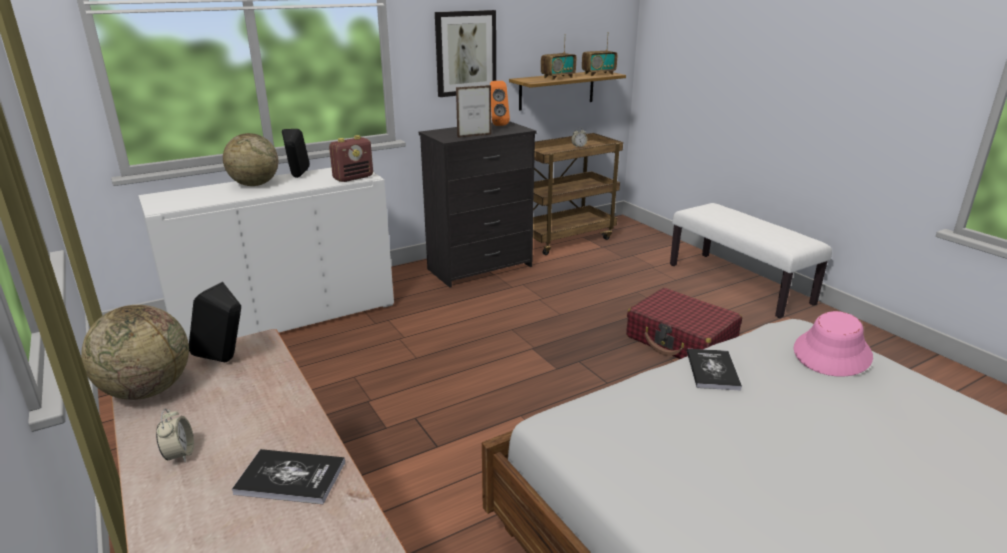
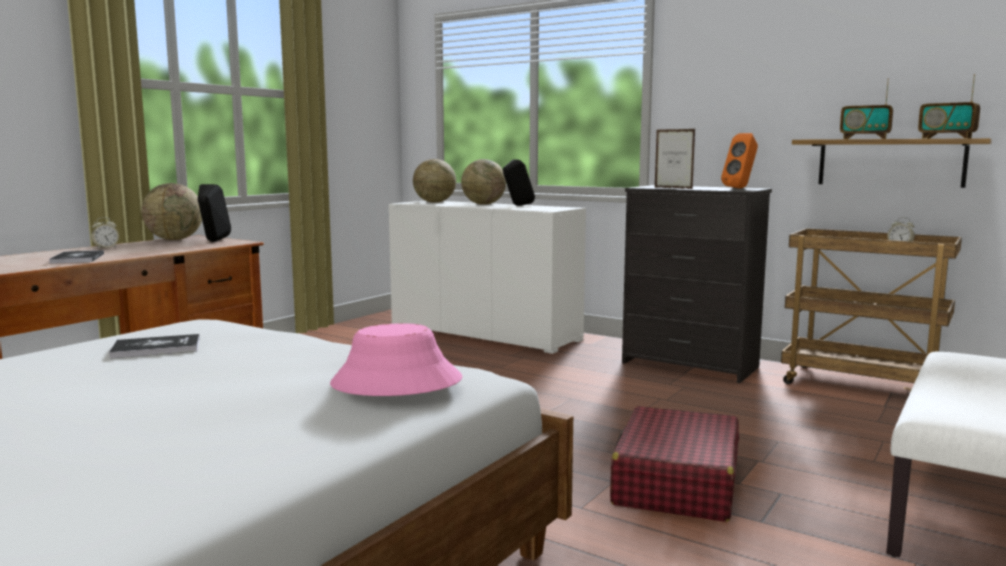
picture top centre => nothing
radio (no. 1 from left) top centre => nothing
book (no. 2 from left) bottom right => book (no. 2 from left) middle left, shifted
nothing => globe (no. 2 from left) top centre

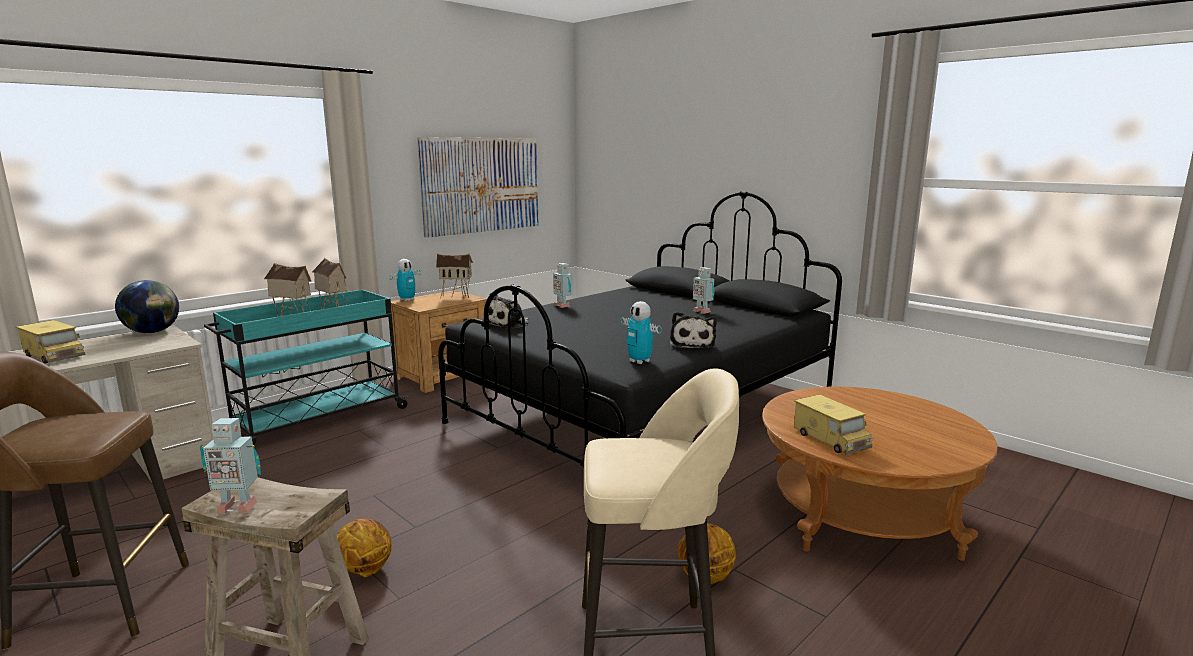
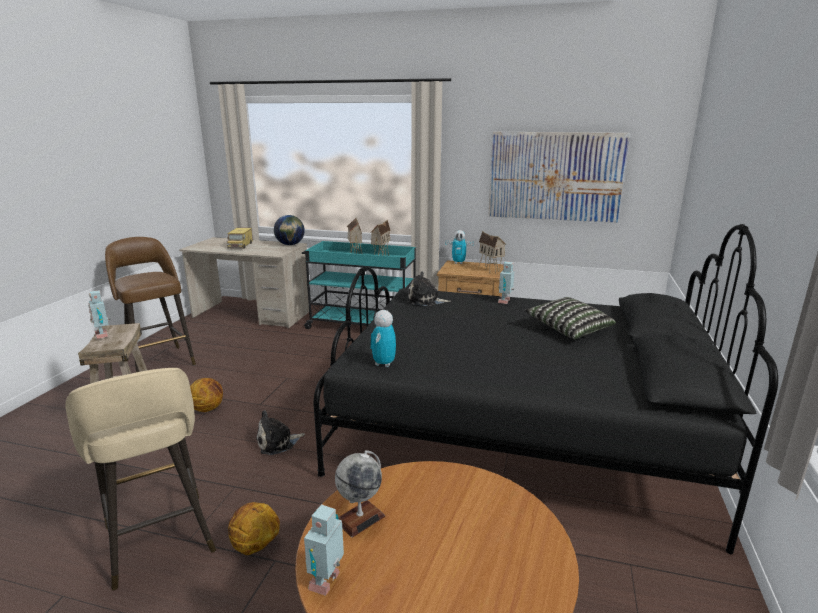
toy_robot (no. 5 from left in the first image) centre => toy_robot (no. 2 from left) bottom centre, shifted
plush_toy (no. 2 from left in the first image) centre => plush_toy (no. 1 from left) bottom centre, shifted
toy_truck (no. 2 from left) middle right => globe (no. 2 from left) bottom centre
nothing => pillow middle right

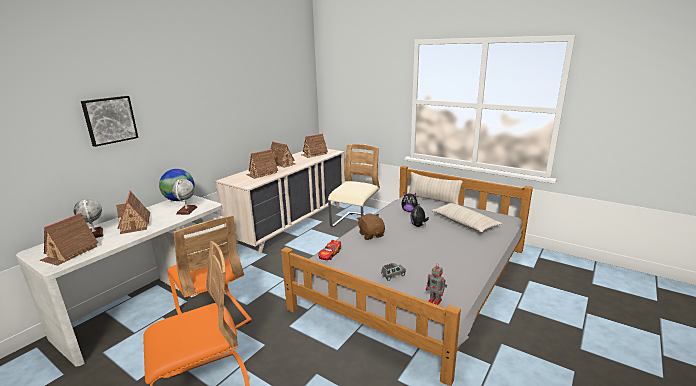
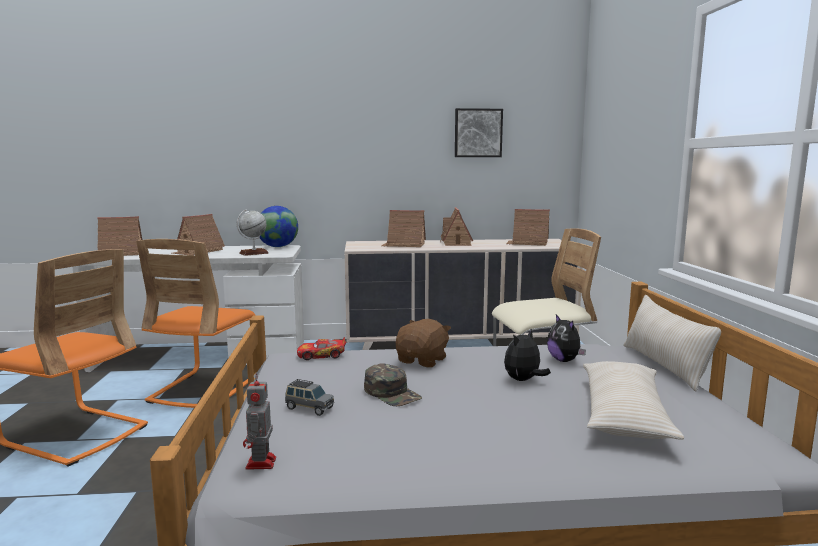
picture top left => picture top centre, shifted
globe (no. 1 from left) middle left => nothing
nothing => green_cap bottom centre

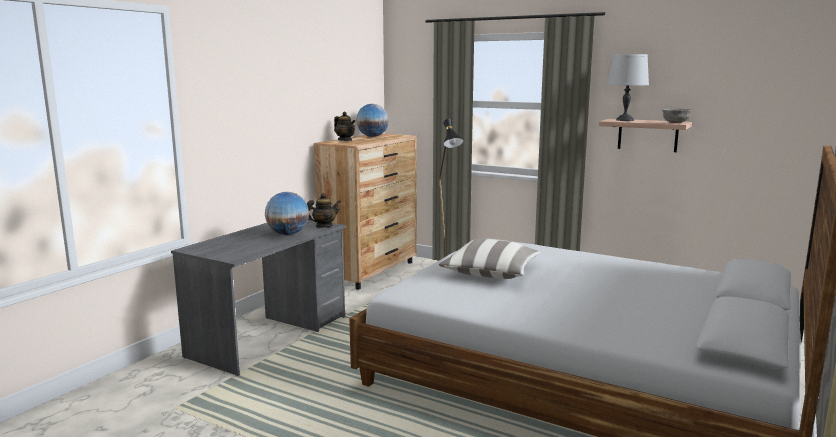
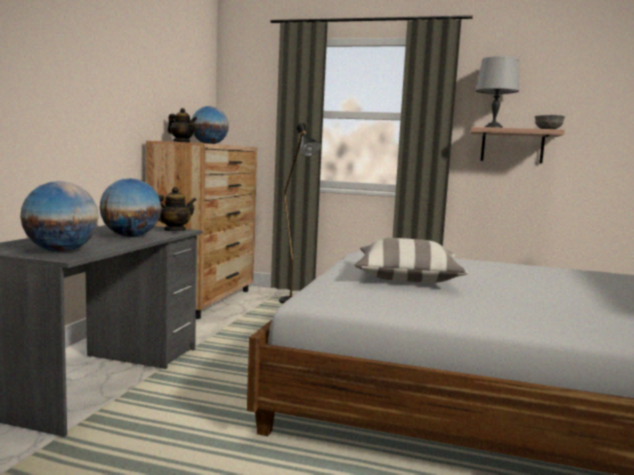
nothing => globe (no. 1 from left) middle left

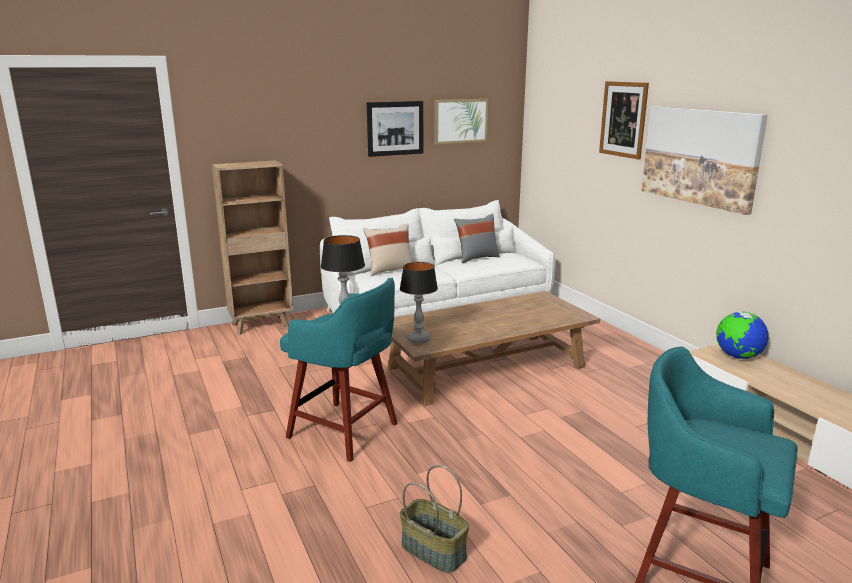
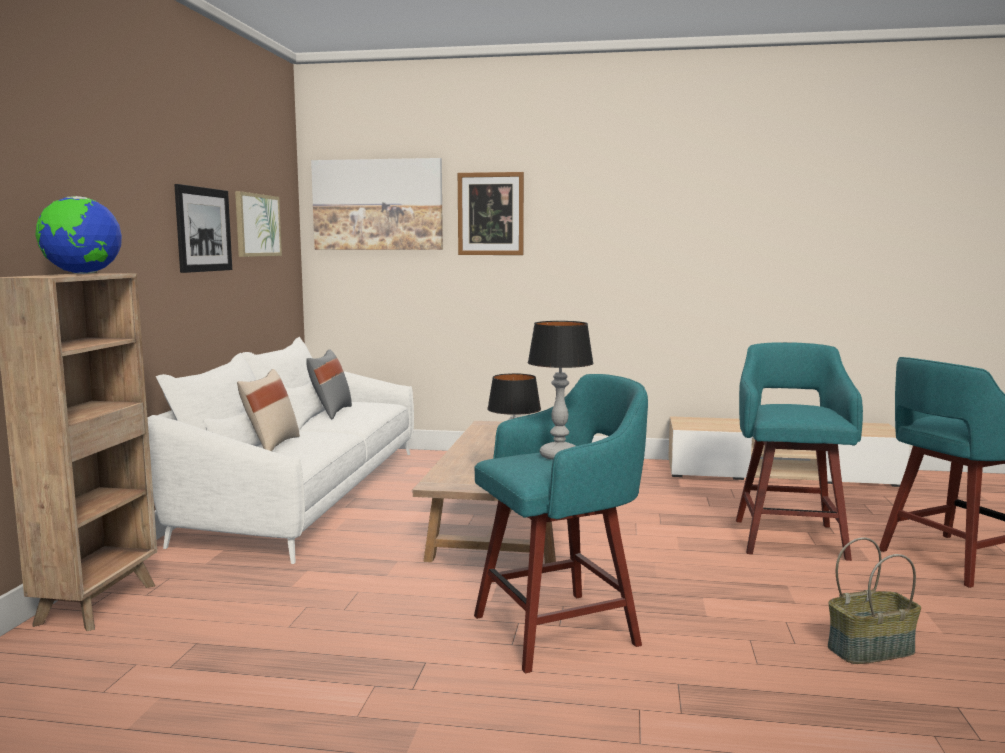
picture (no. 4 from left in the first image) top right => picture (no. 3 from left) top centre, shifted
globe middle right => globe top left, shifted
nothing => turquoise_stool (no. 2 from left) middle right

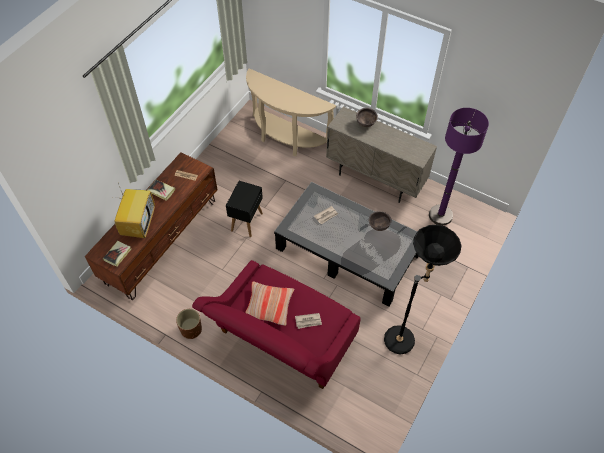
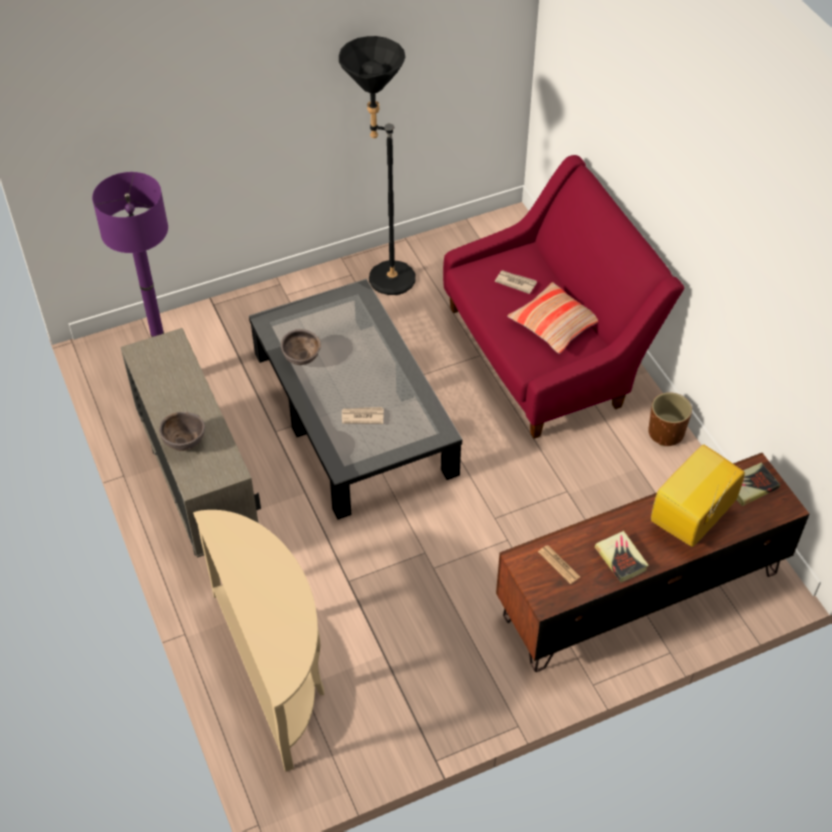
black_side_table centre => nothing

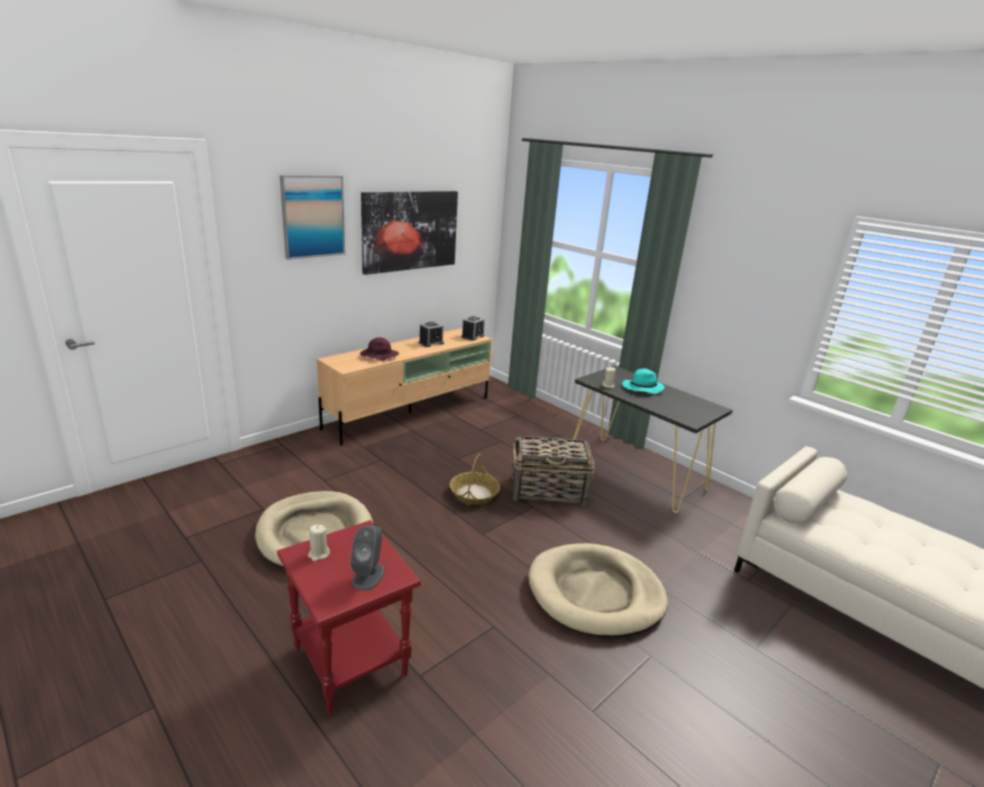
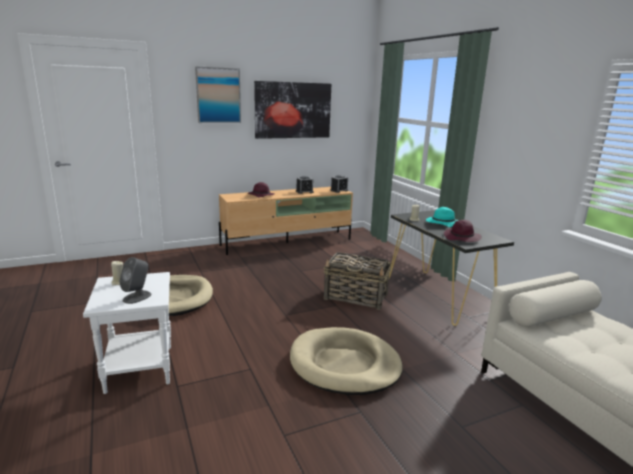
basket (no. 1 from left) centre => nothing
red_side_table bottom centre => white_side_table bottom left
nothing => purple_hat (no. 2 from left) middle right

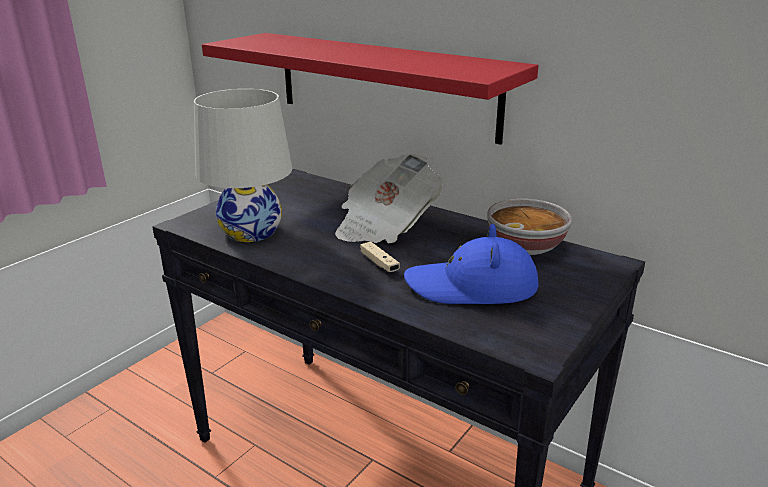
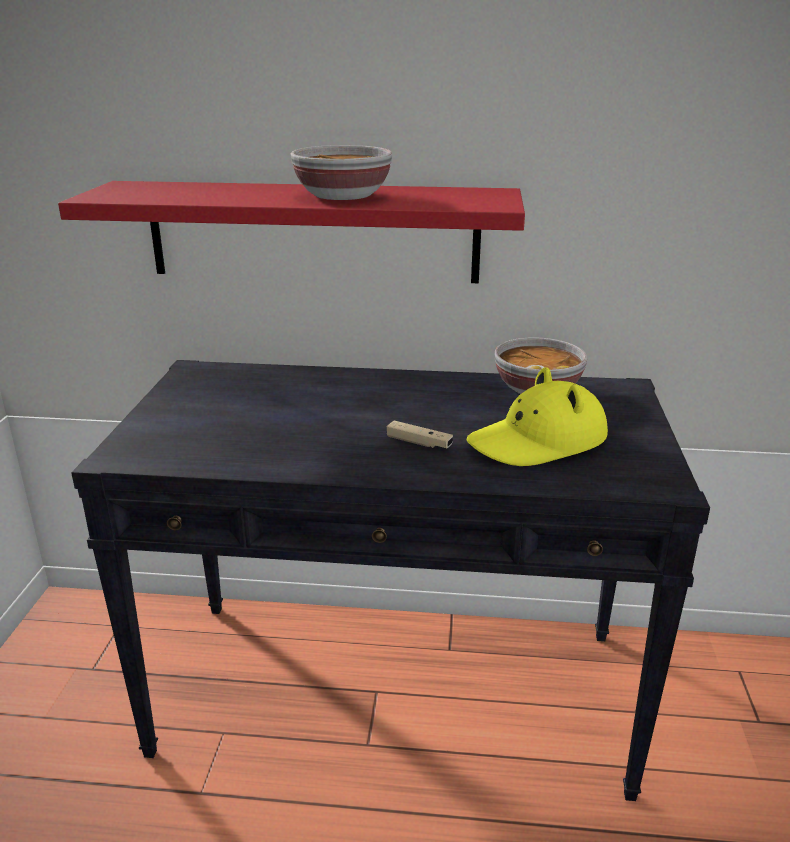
white_table_lamp middle left => nothing
newspaper centre => nothing
blue_hat centre => yellow_hat middle right
nothing => bowl (no. 1 from left) top centre

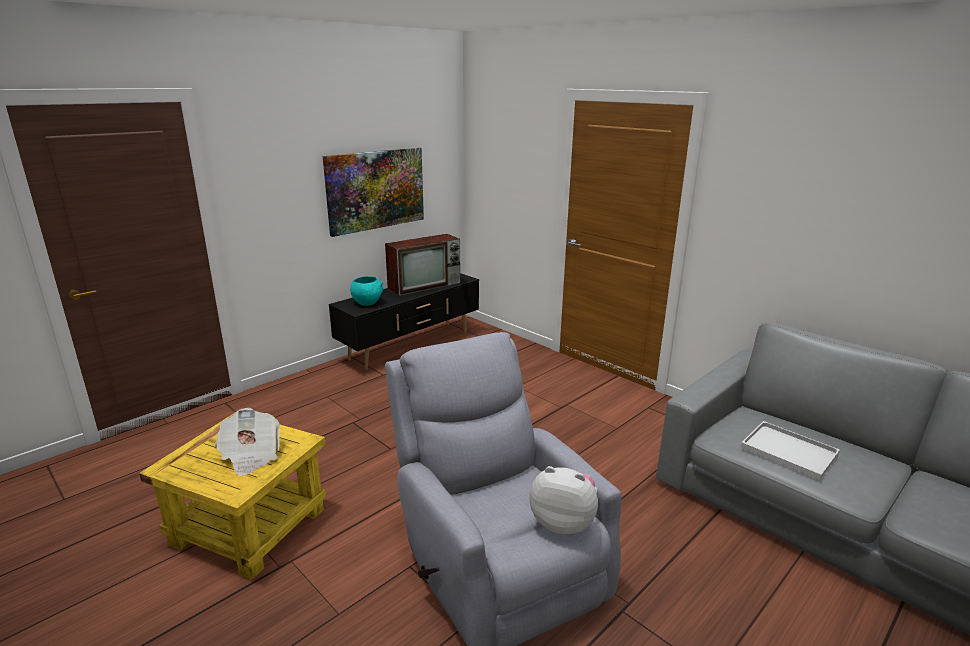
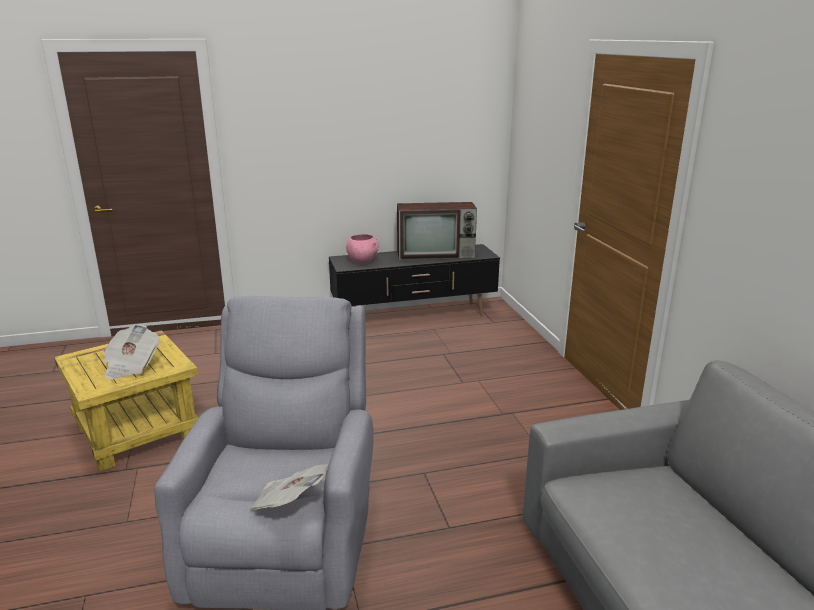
picture top centre => nothing
turquoise_bowl centre => pink_bowl centre
white_tray bottom right => nothing
plush_toy bottom centre => newspaper (no. 2 from left) bottom centre

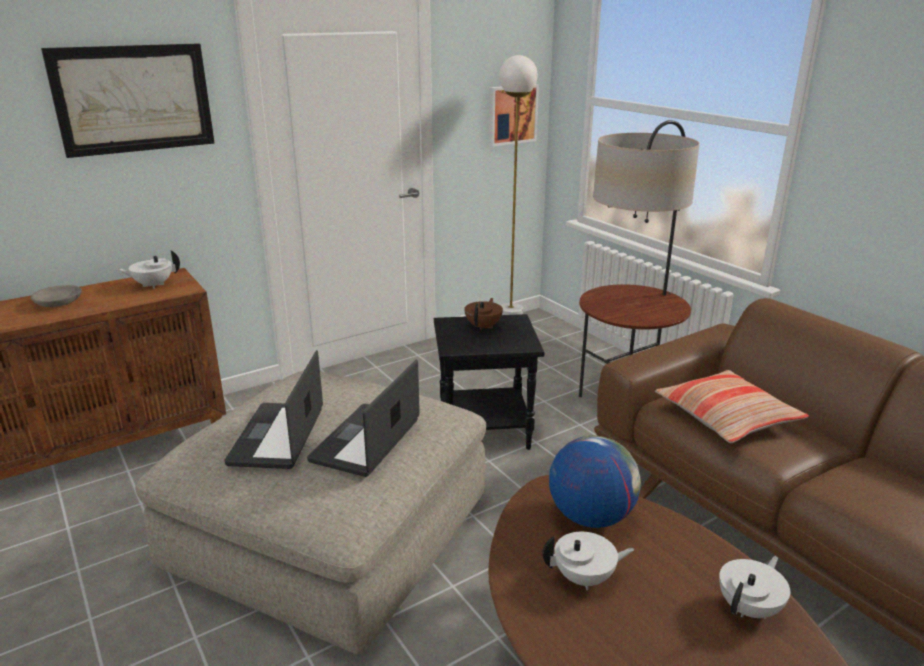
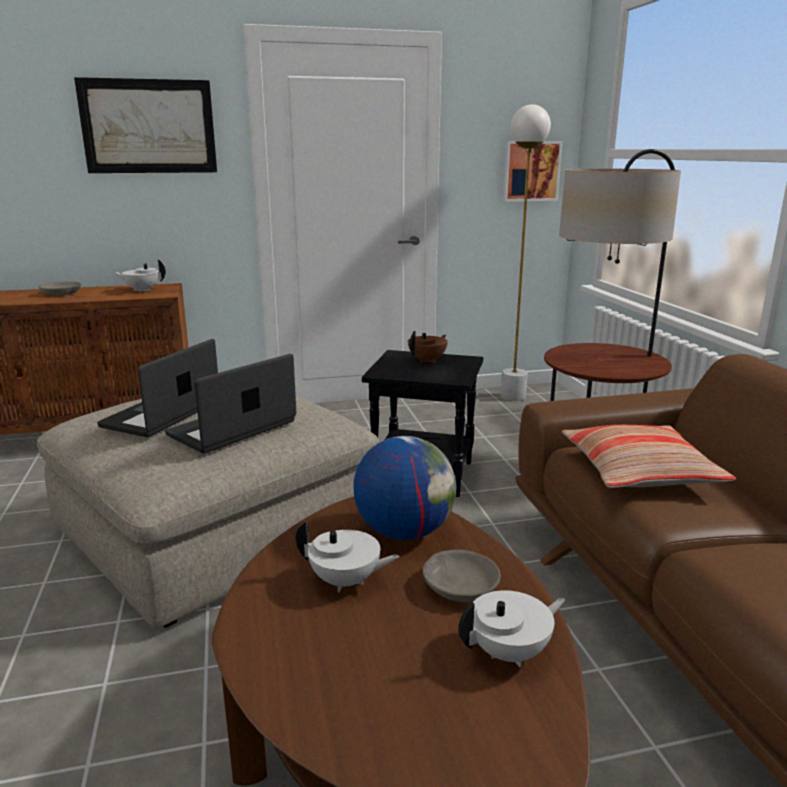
nothing => grey_bowl (no. 2 from left) bottom centre

